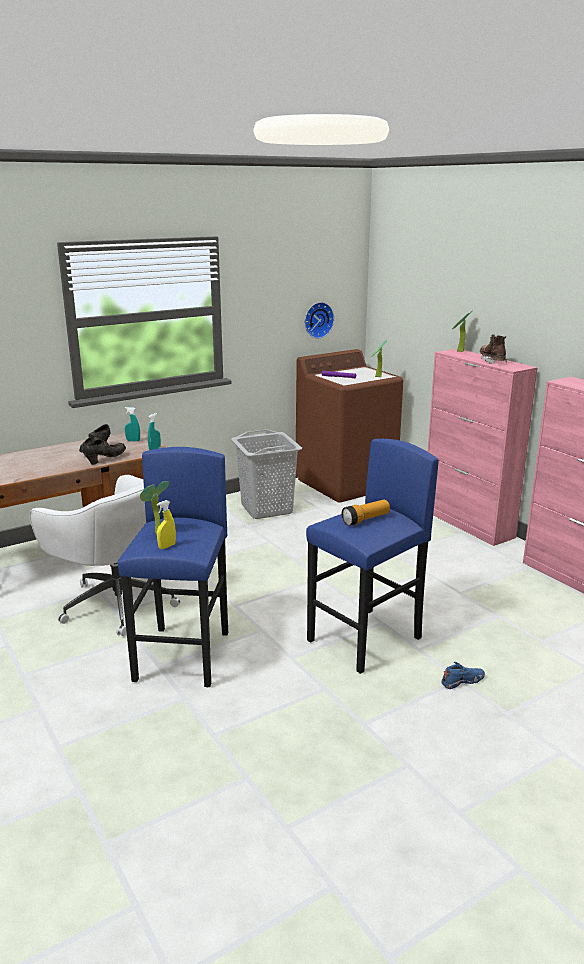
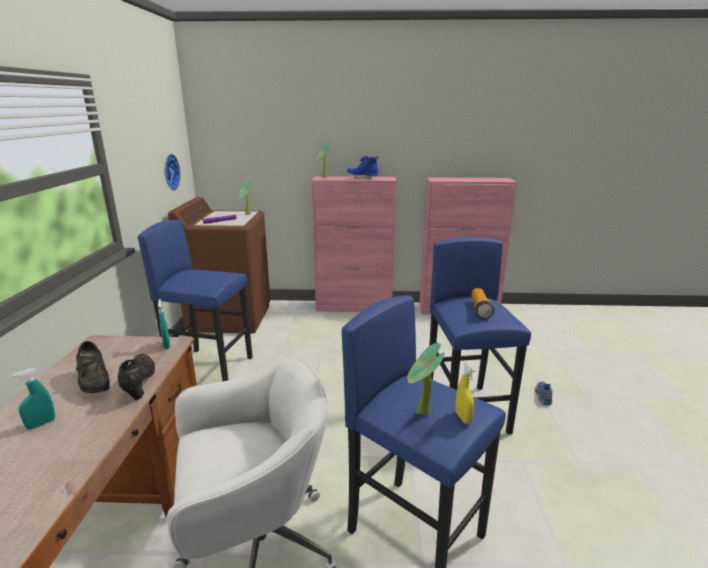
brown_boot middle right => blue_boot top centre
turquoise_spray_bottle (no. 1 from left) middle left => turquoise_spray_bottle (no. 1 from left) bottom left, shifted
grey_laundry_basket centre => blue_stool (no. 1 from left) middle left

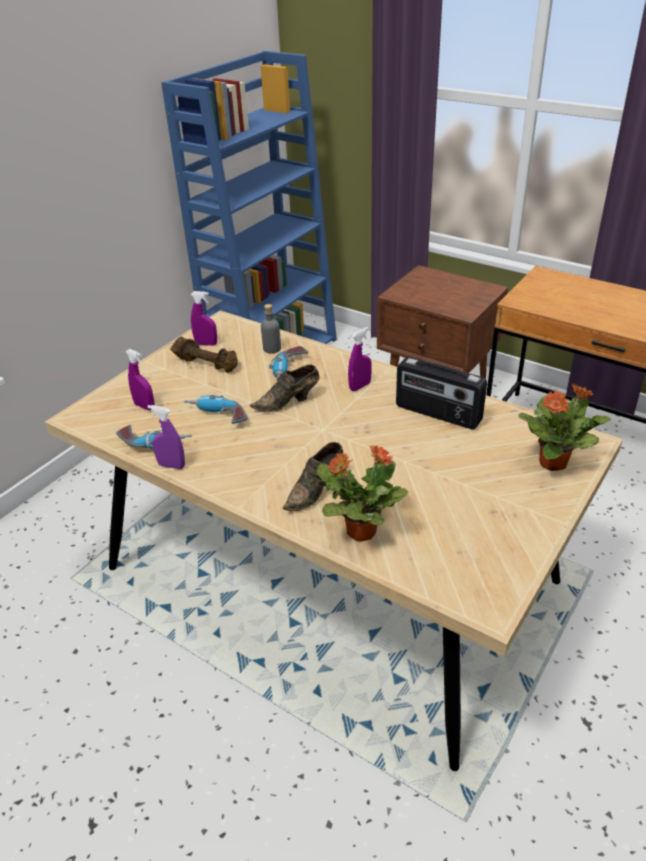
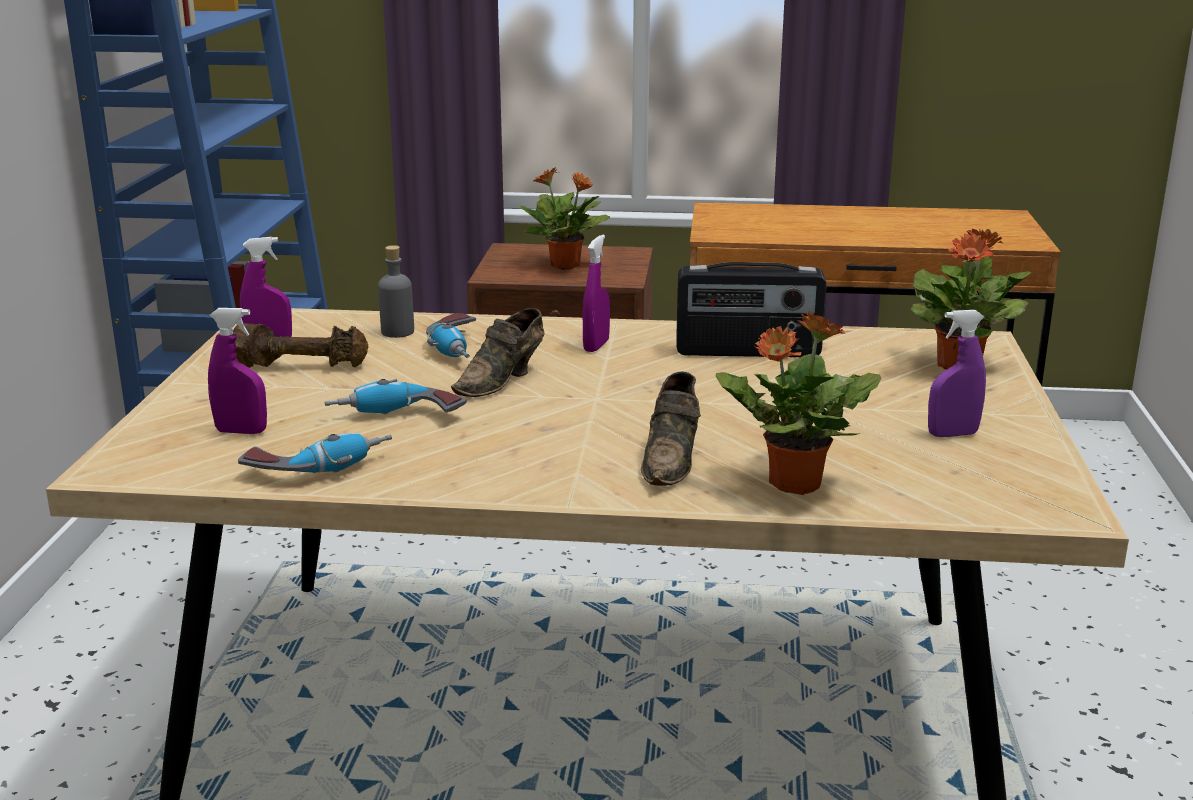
purple_spray_bottle (no. 2 from left in the first image) middle left => purple_spray_bottle (no. 4 from left) middle right, shifted
nothing => potted_plant (no. 1 from left) top centre

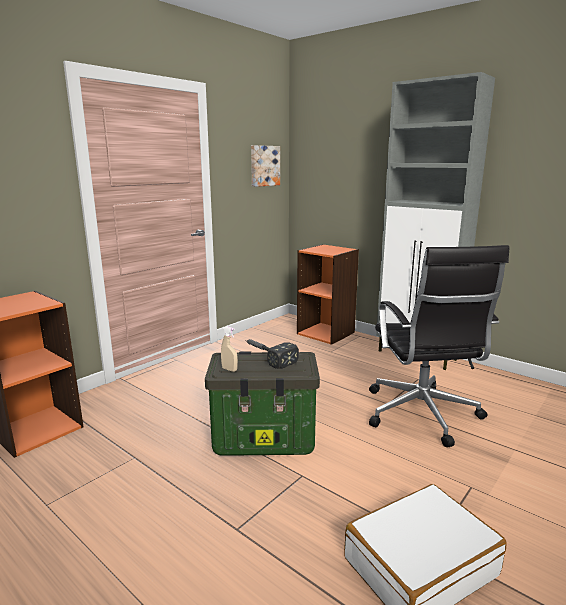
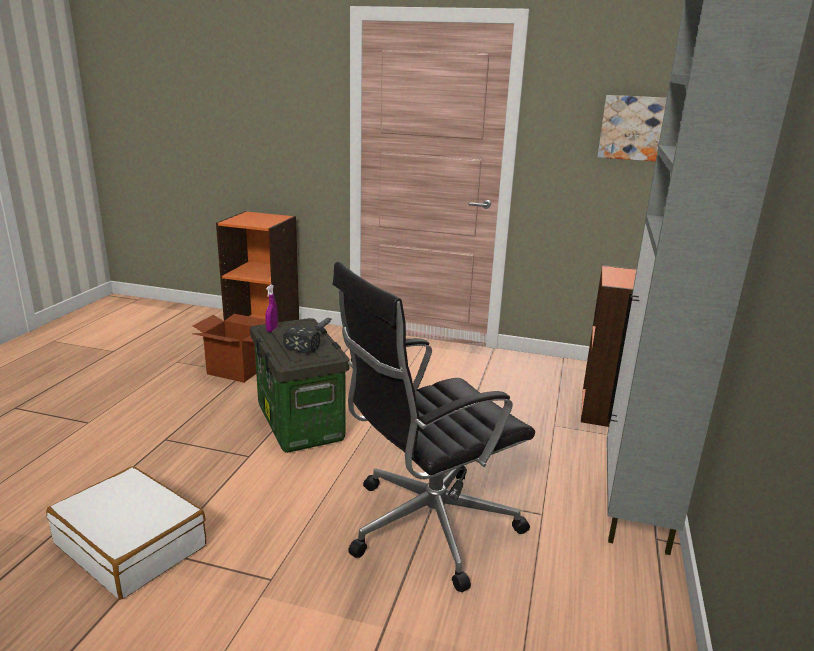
beige_spray_bottle centre => purple_spray_bottle middle left
nothing => cardboard_box middle left

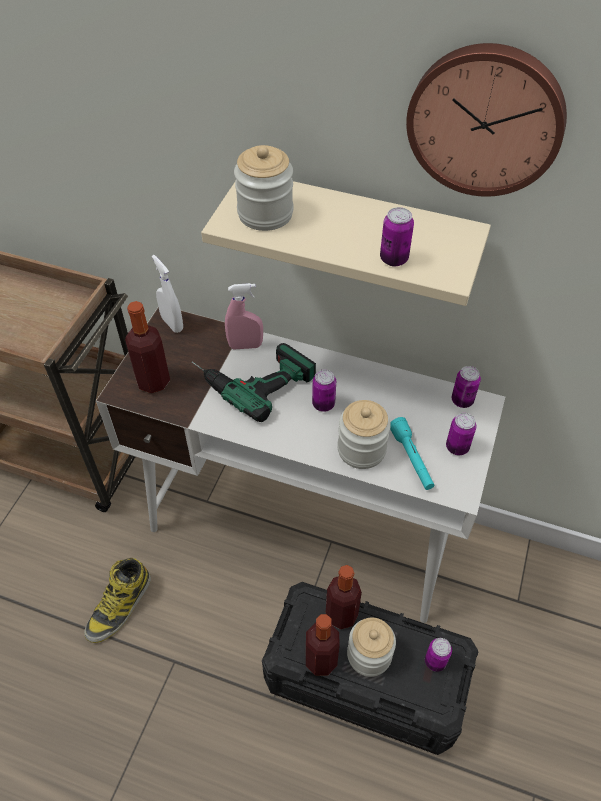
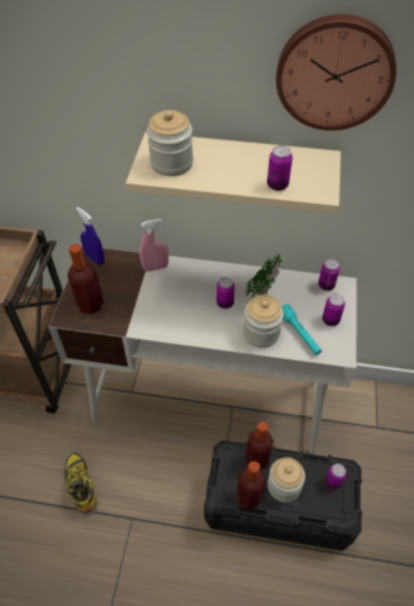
white_spray_bottle middle left => blue_spray_bottle middle left
power_drill centre => nothing
boot bottom left, 135 degrees clockwise
nothing => potted_plant centre

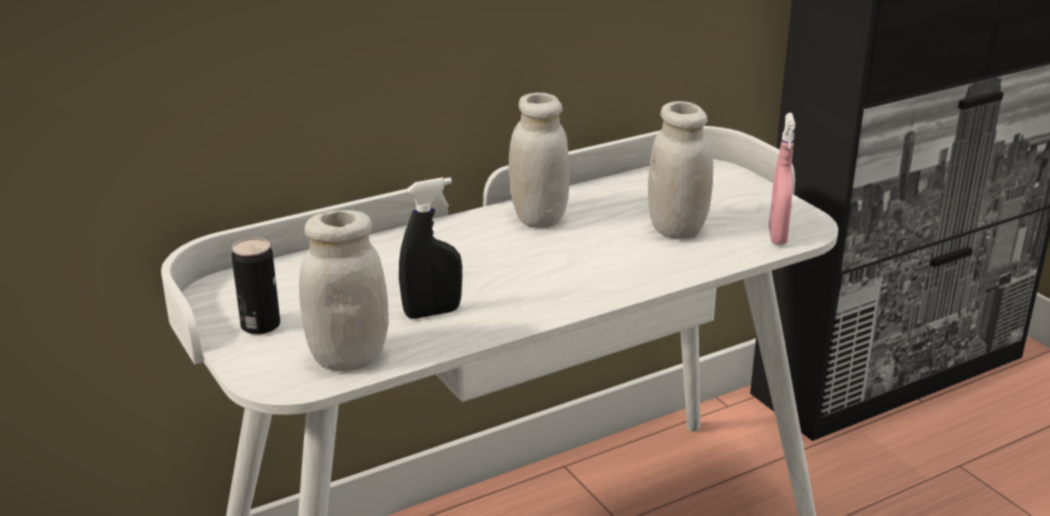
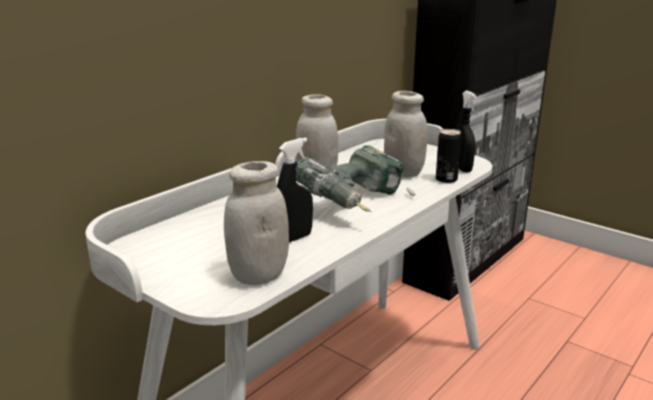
pink_spray_bottle middle right => black_spray_bottle (no. 2 from left) top right
can middle left => can middle right, shifted
nothing => power_drill centre

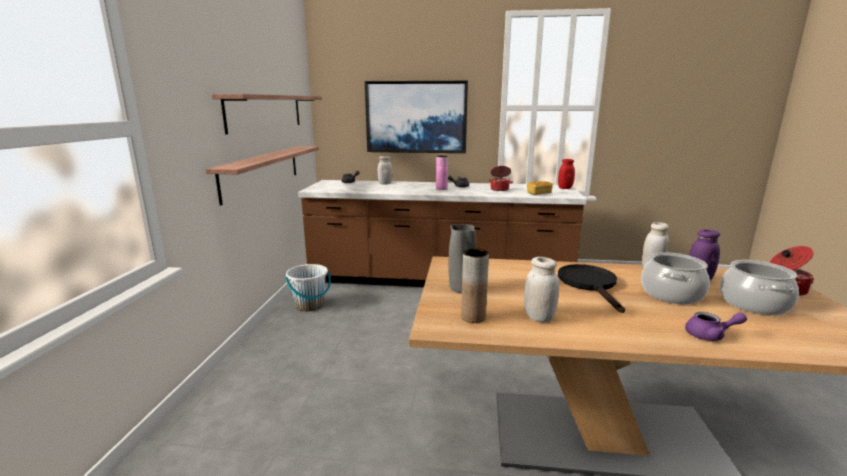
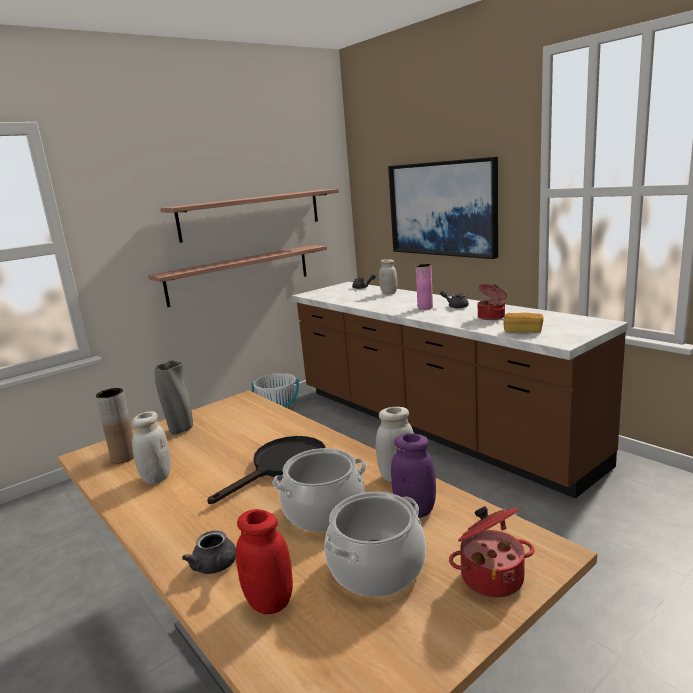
red_jar middle right => red_jar bottom centre, shifted
purple_teapot bottom right => grey_teapot (no. 1 from left) bottom left

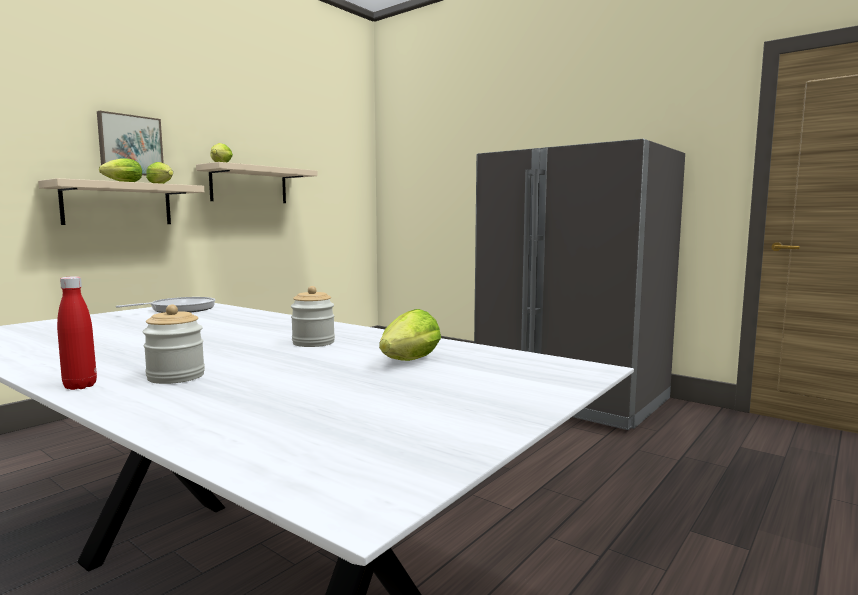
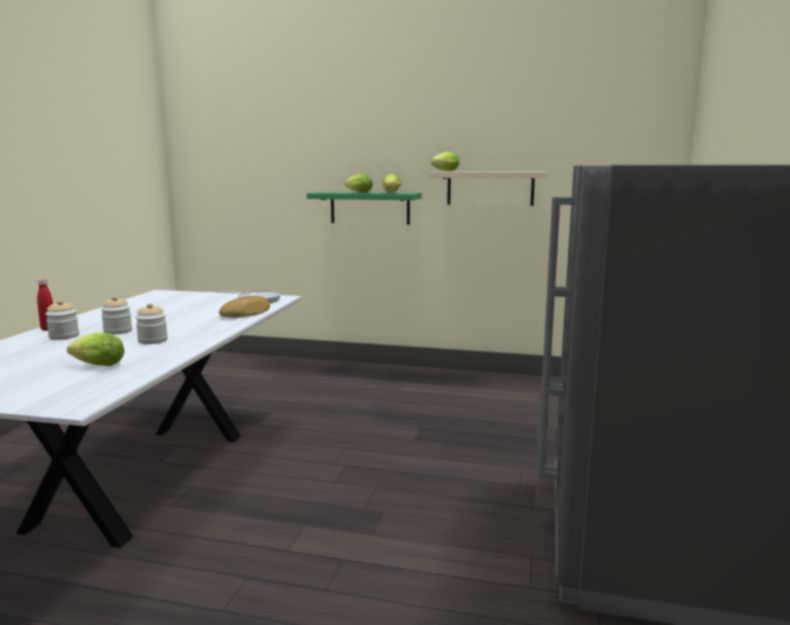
picture top left => nothing
beige_shelf (no. 1 from left) middle left => green_shelf top centre
nothing => jar (no. 2 from left) middle left
nothing => bread middle left

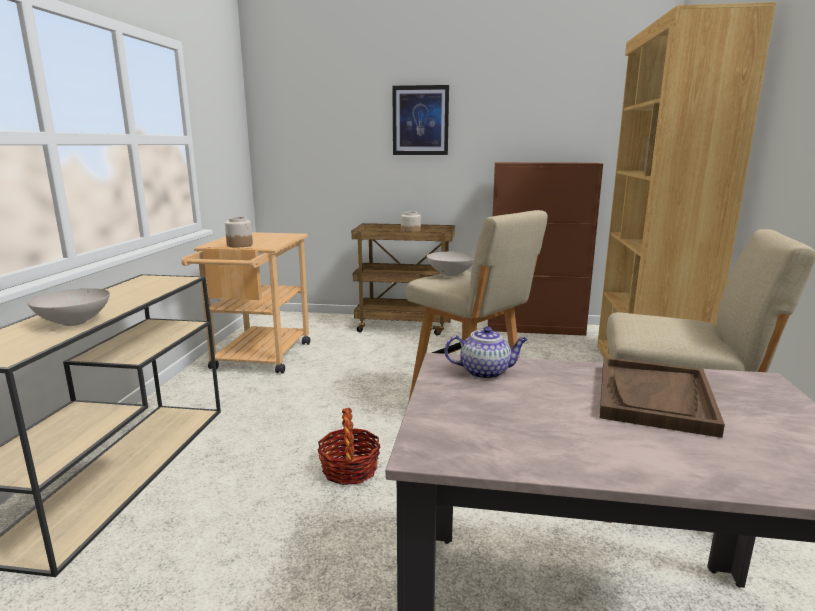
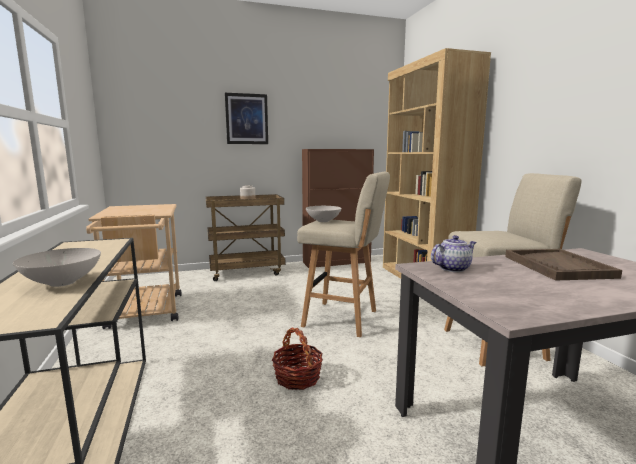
jar (no. 1 from left) middle left => nothing

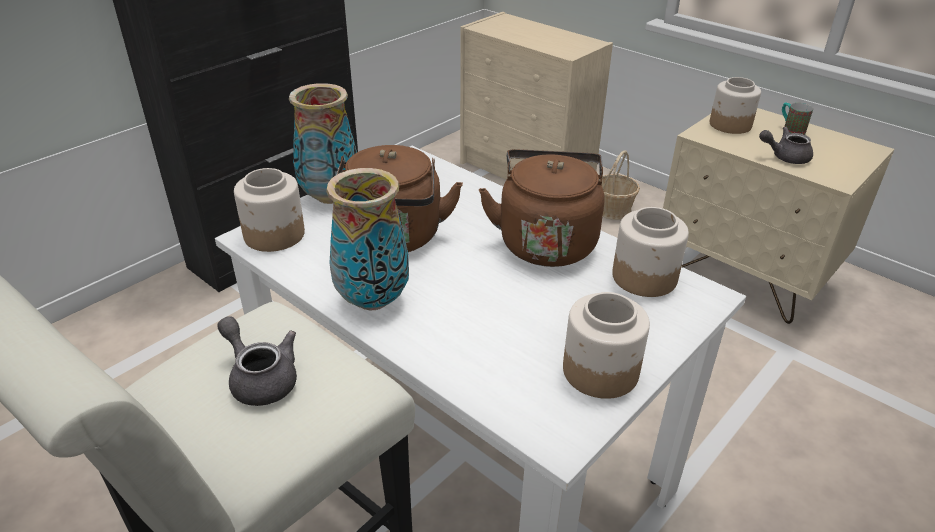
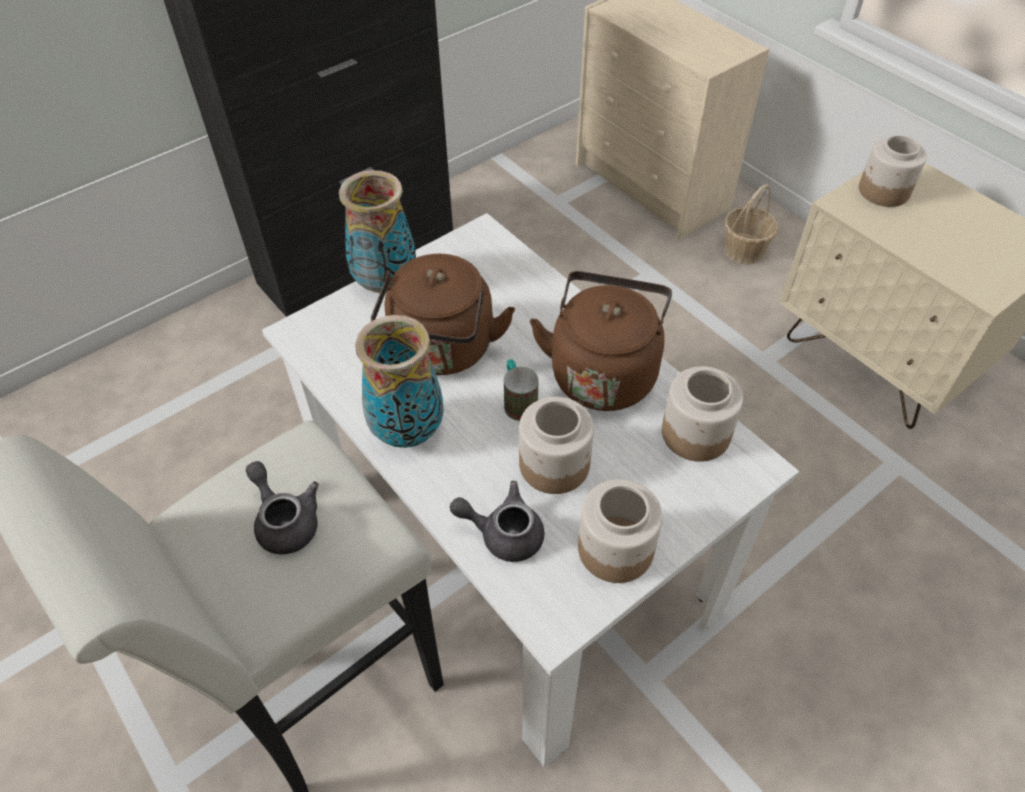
mug top right => mug centre, shifted
grey_teapot (no. 2 from left) top right => grey_teapot (no. 2 from left) centre, shifted
jar (no. 1 from left) middle left => jar (no. 1 from left) centre, shifted

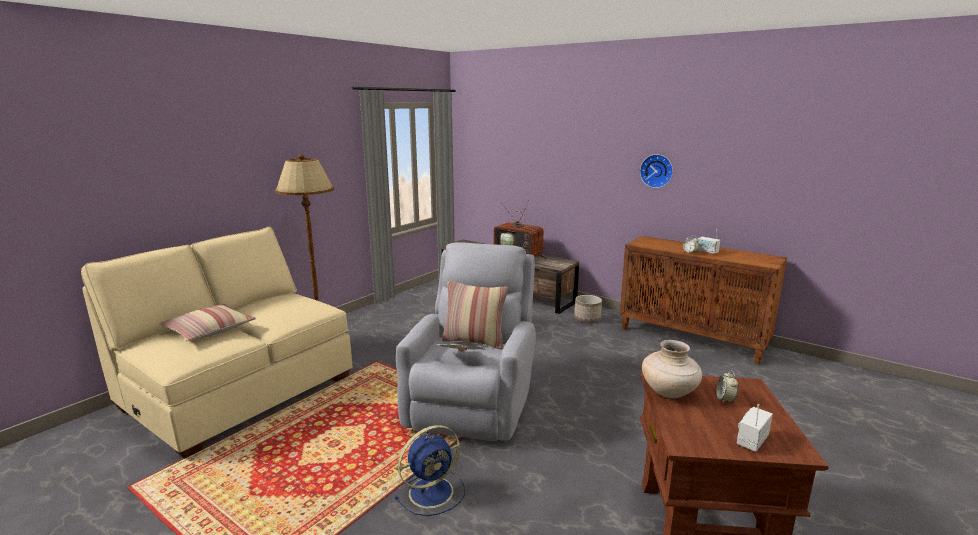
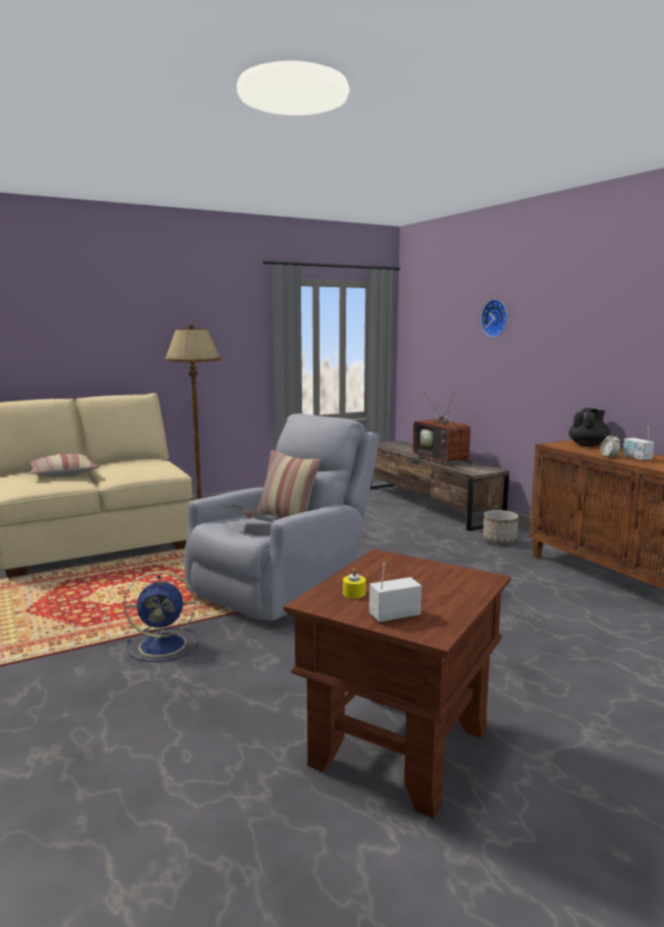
wall_clock top right => wall_clock middle right, shifted
beige_vase bottom right => nothing
alarm_clock (no. 2 from left) bottom right => nothing
nothing => black_teapot middle right
nothing => yellow_candle centre

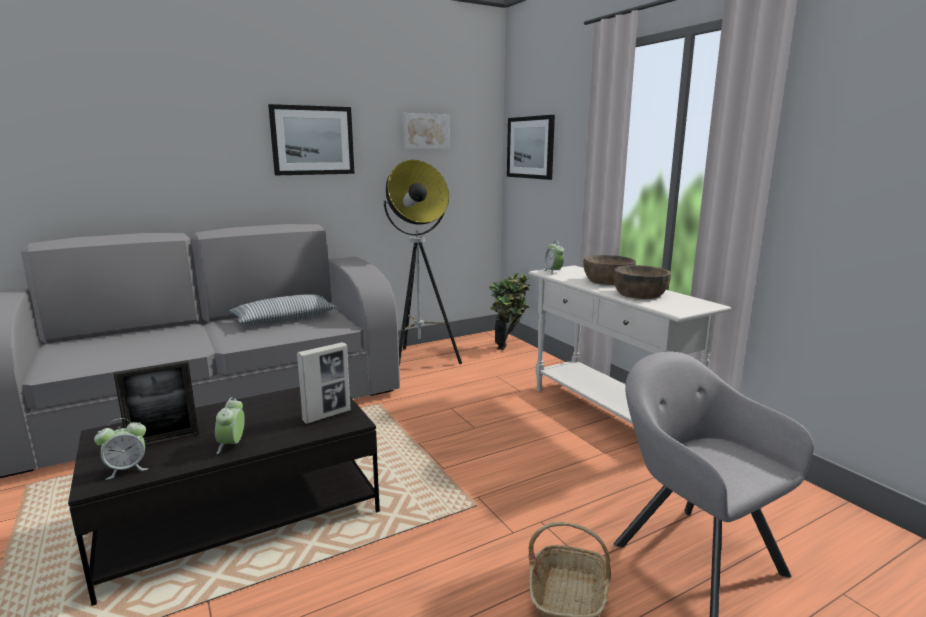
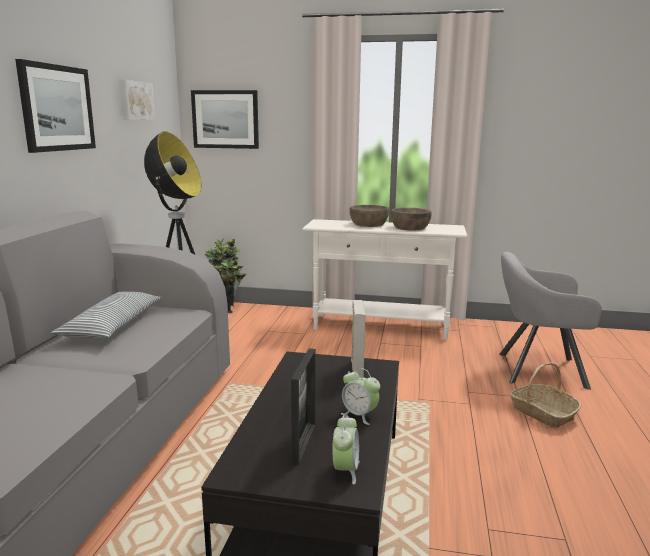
alarm_clock (no. 3 from left) centre => nothing

